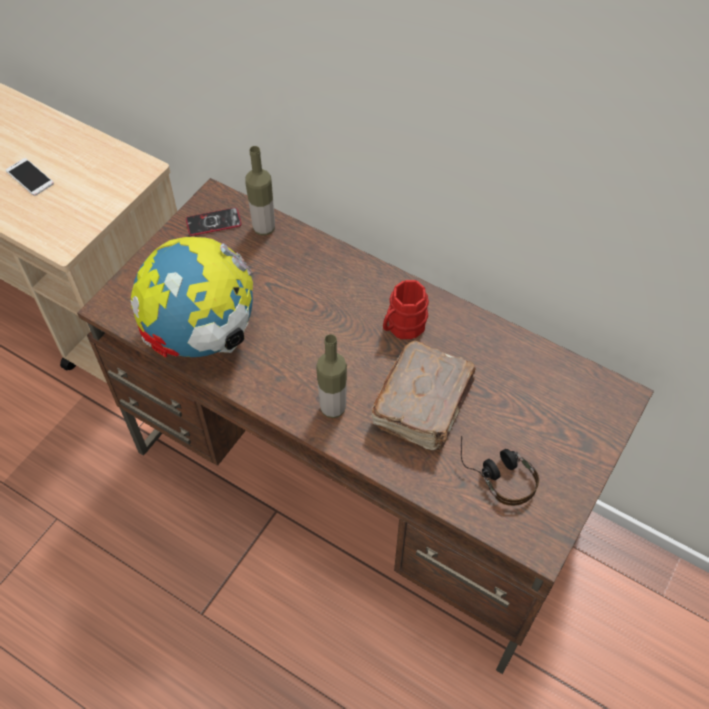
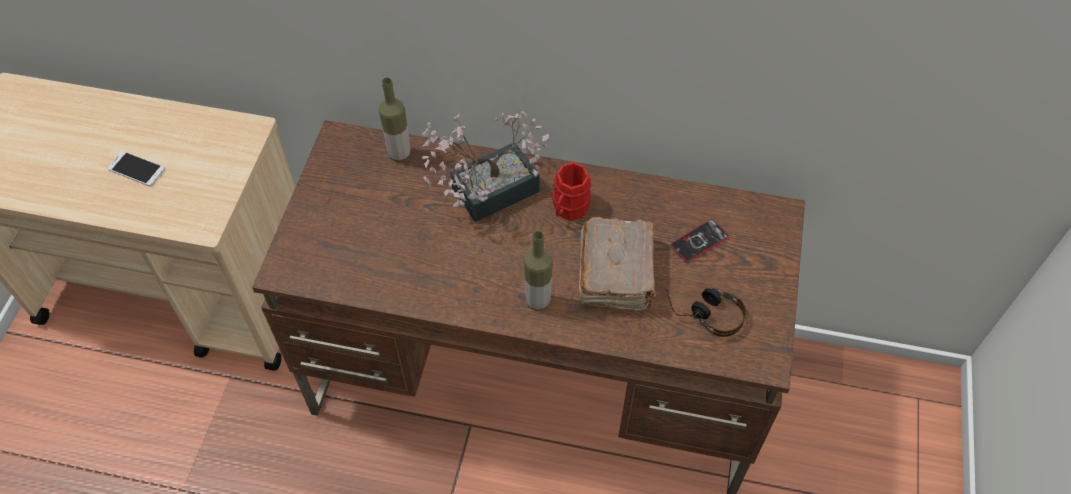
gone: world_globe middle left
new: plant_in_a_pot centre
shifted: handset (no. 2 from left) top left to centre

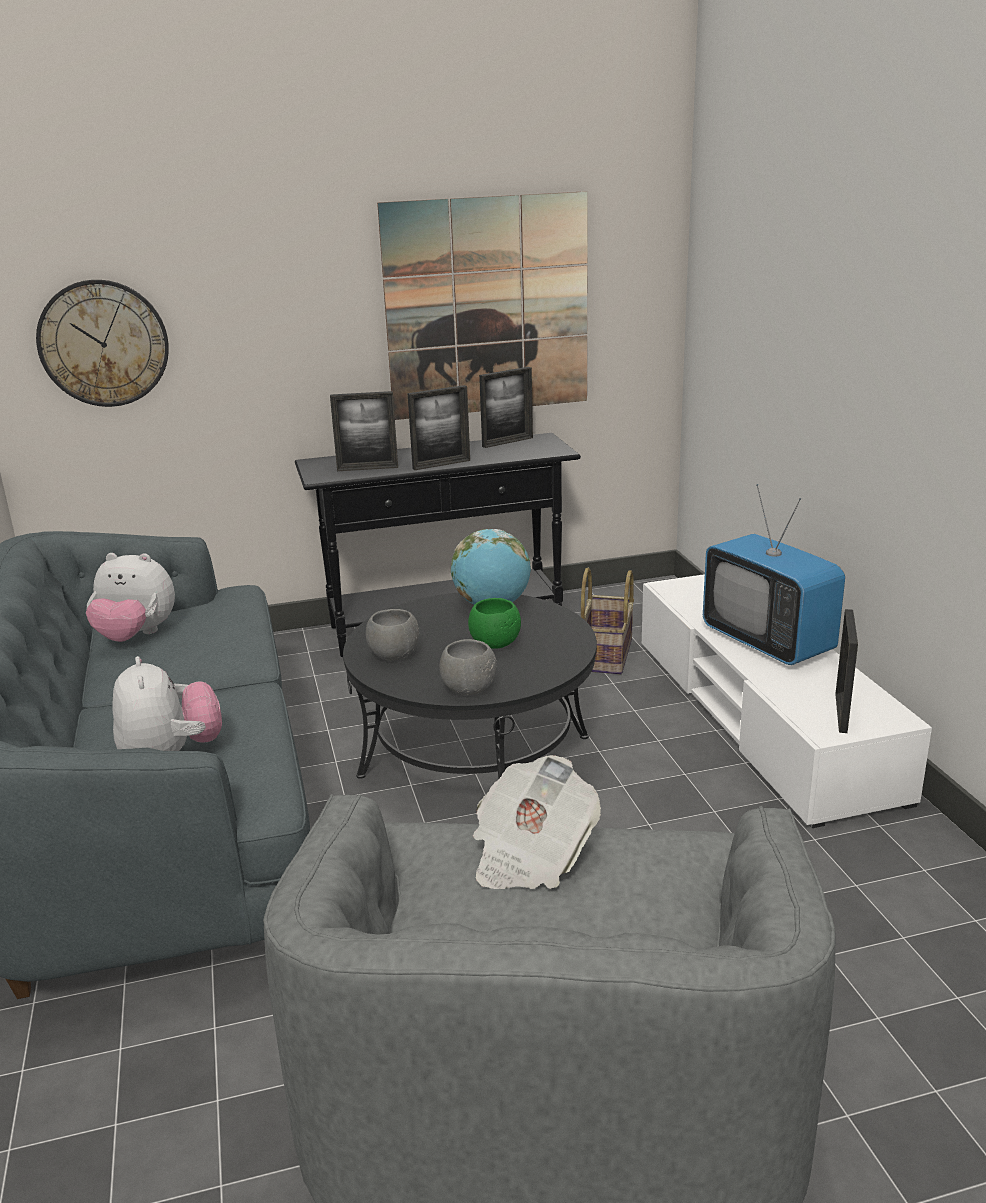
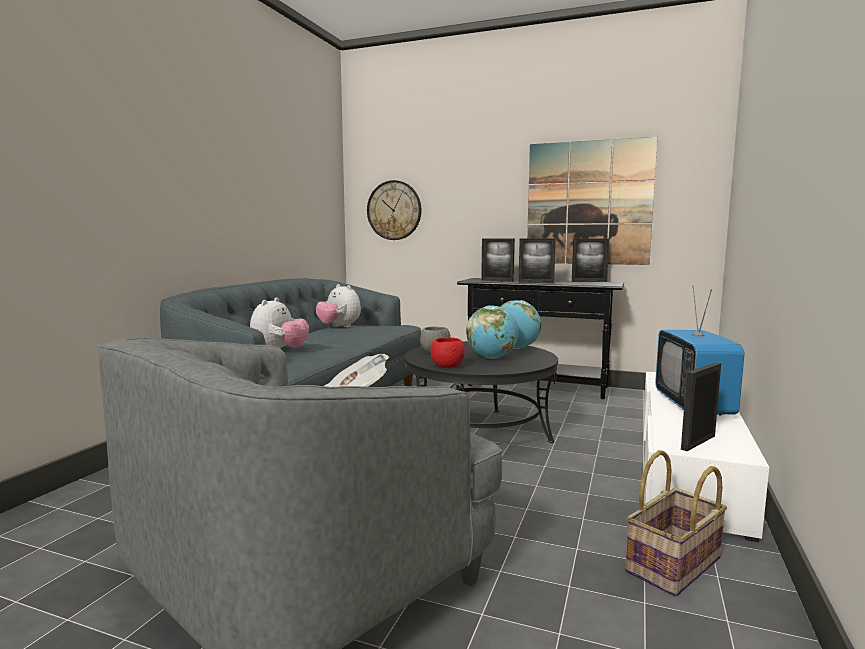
shifted: basket centre to bottom right
swapped: green_bowl centre to world_globe (no. 1 from left) centre
repainted: gray_bowl (no. 2 from left) centre to red_bowl centre

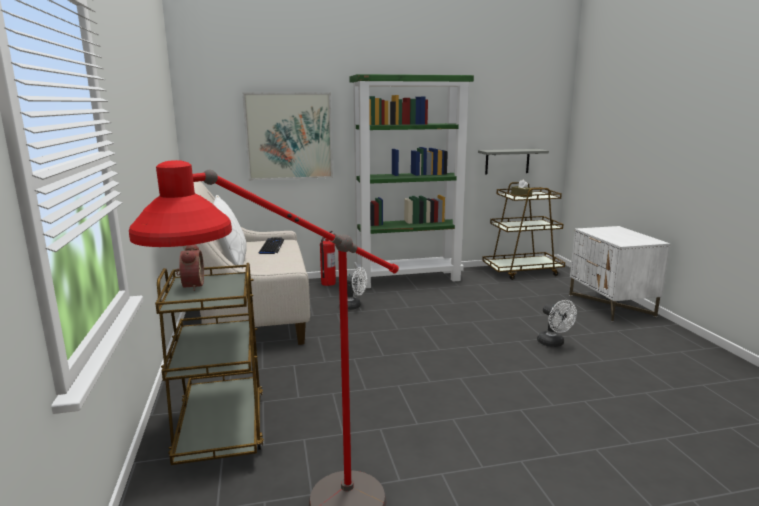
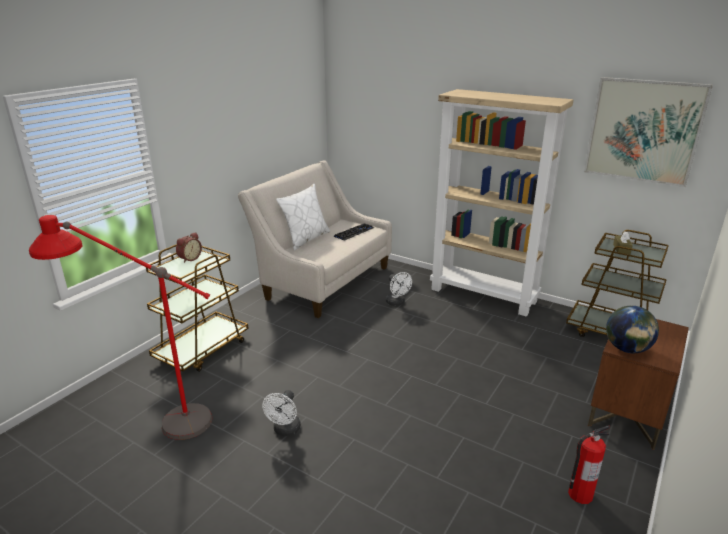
gone: gray_shelf top right
new: world_globe middle right
shifted: wall_picture top centre to top right; extinguisher centre to bottom right; white-coloured_fan (no. 2 from left in the first image) middle right to white-coloured_fan (no. 1 from left) bottom centre
repainted: green_bookcase centre to beige_bookcase middle right; white-coloured_nightstand middle right to brown_nightstand bottom right

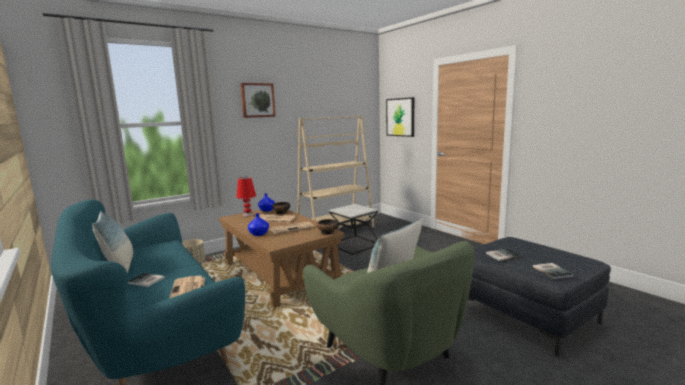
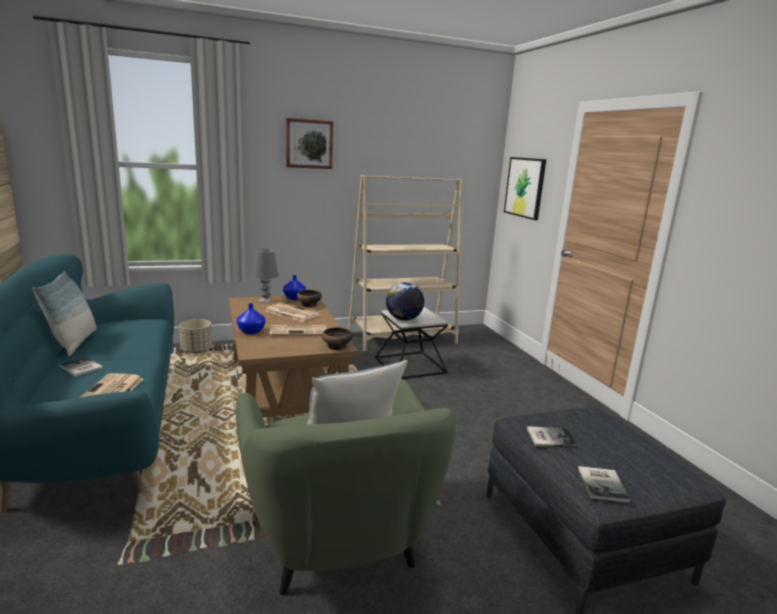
new: world_globe centre
repainted: red_lamp_for_a_table centre to gray_lamp_for_a_table centre

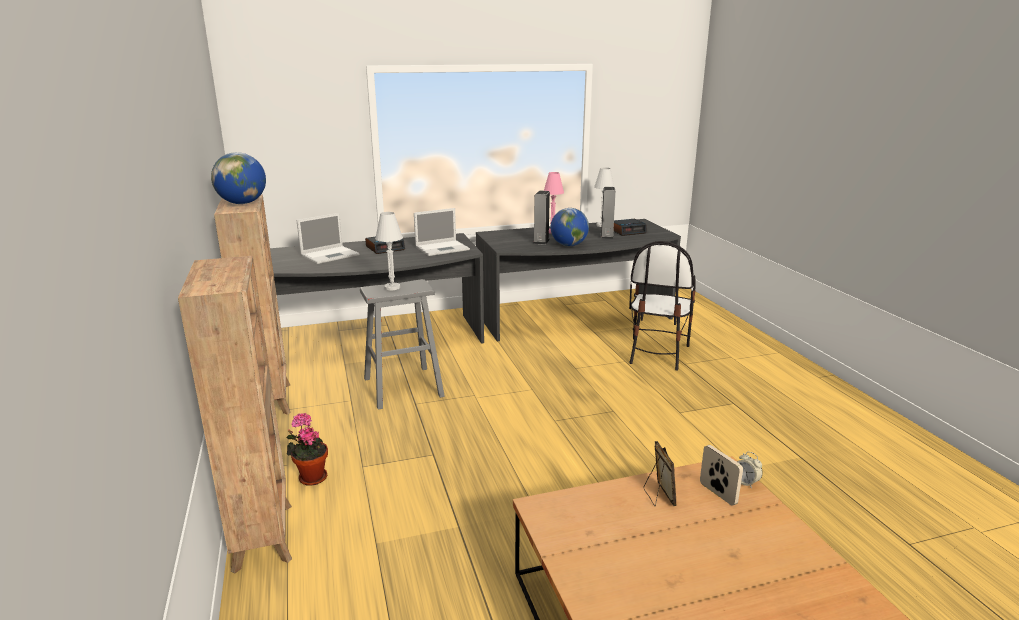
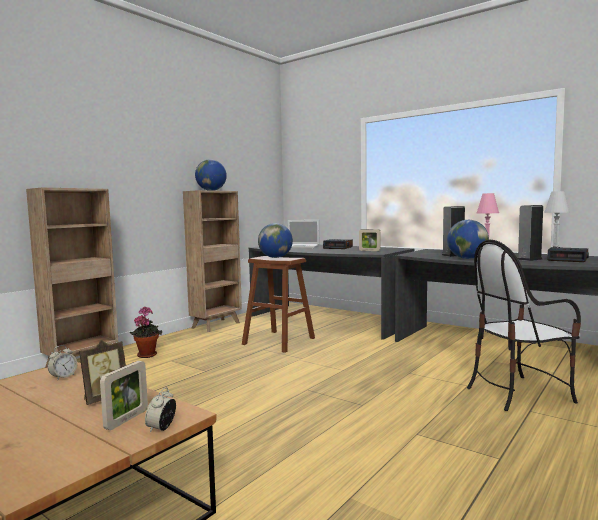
new: bedside_clock (no. 1 from left) bottom left
swapped: white-coloured_lamp_for_a_table (no. 1 from left) centre to world_globe (no. 2 from left) centre; portable_computer (no. 2 from left) centre to picture_frame (no. 3 from left) centre
repainted: gray_sitting_stool centre to brown_sitting_stool centre

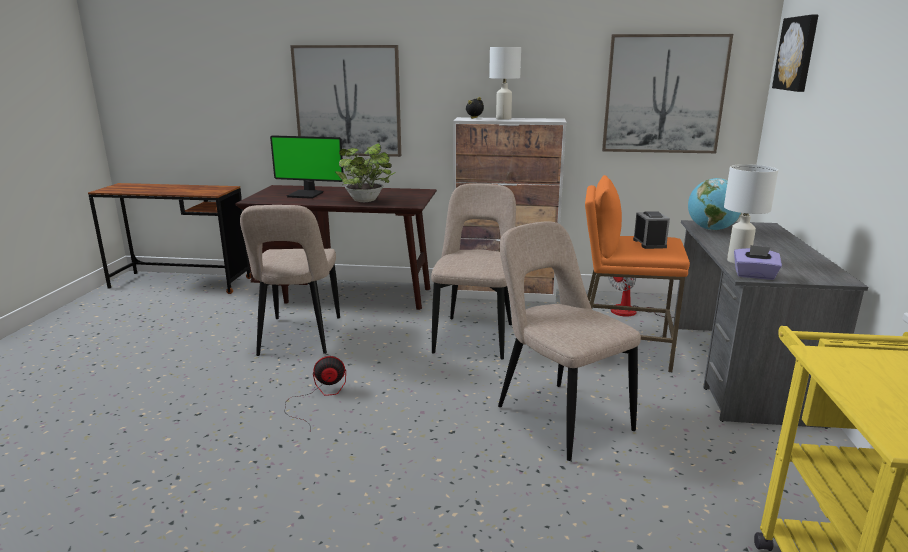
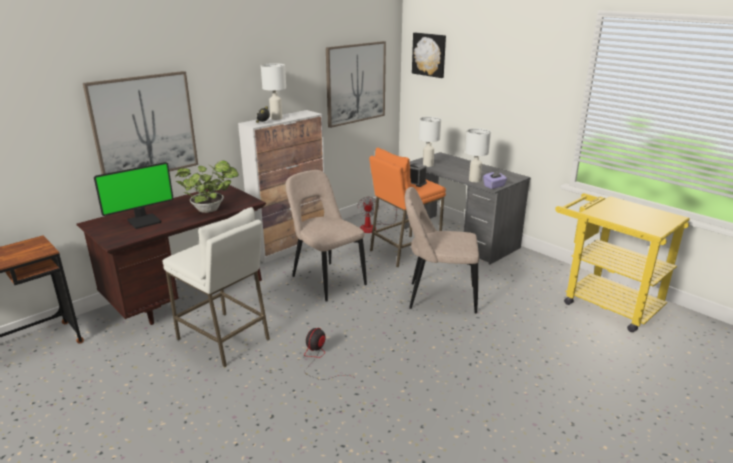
swapped: beige_chair (no. 1 from left) middle left to white-coloured_sitting_stool middle left; world_globe middle right to white-coloured_lamp_for_a_table (no. 2 from left) top centre

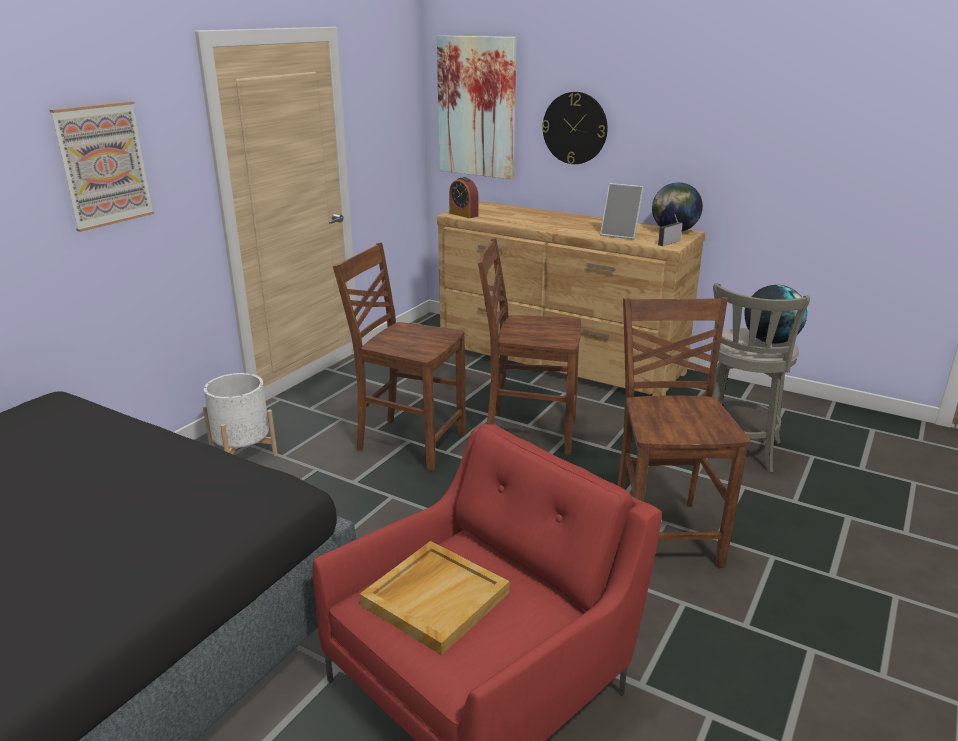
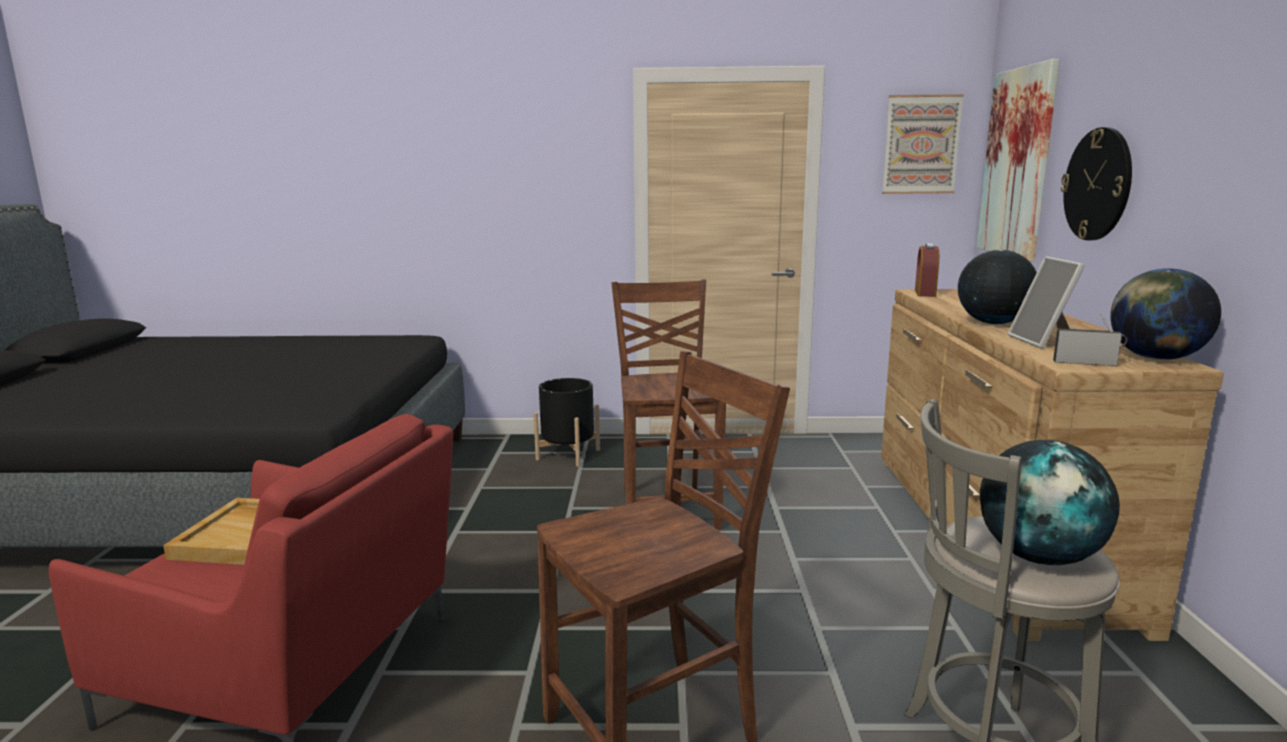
gone: brown_chair (no. 2 from left) centre
new: world_globe (no. 1 from left) middle right
shifted: wall_picture (no. 1 from left) top left to top right
repainted: white-coloured_planter middle left to blackish_planter centre

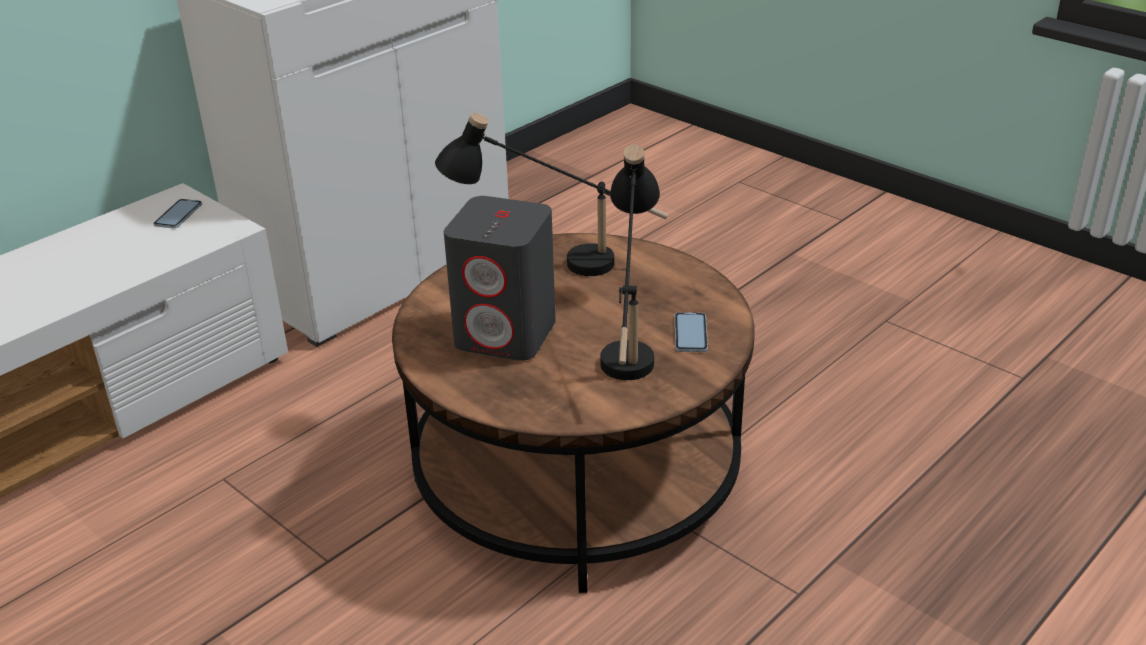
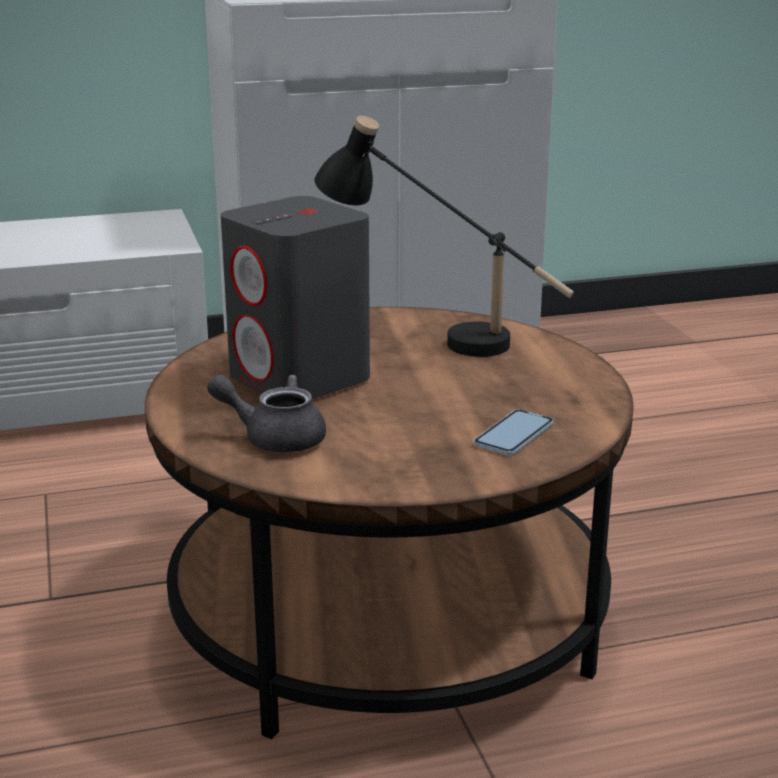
gone: handset (no. 1 from left) top left; blackish_lamp_for_a_table (no. 2 from left) centre
new: gray_teapot centre

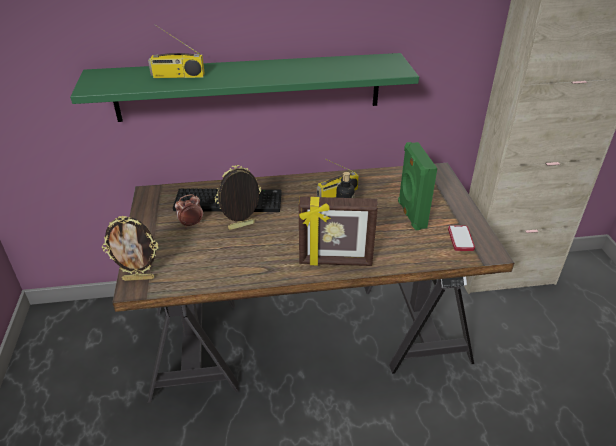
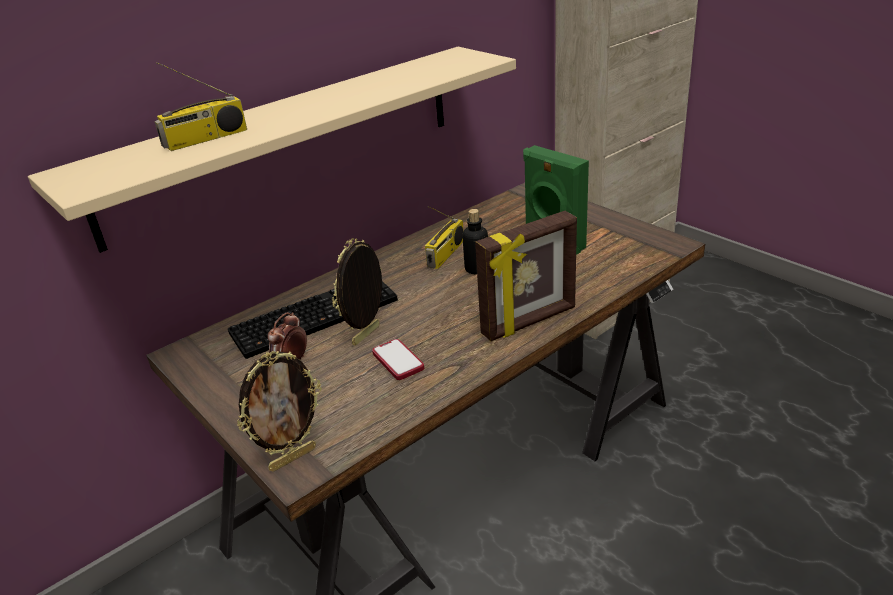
shifted: handset middle right to centre
repainted: green_shelf top centre to beige_shelf top left

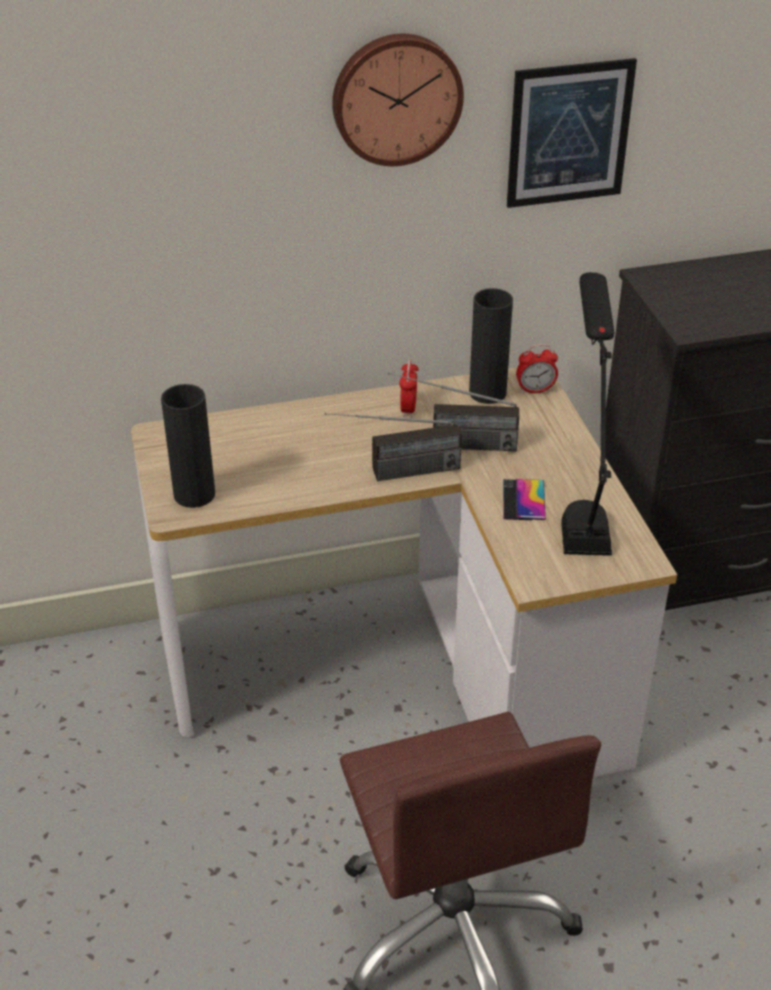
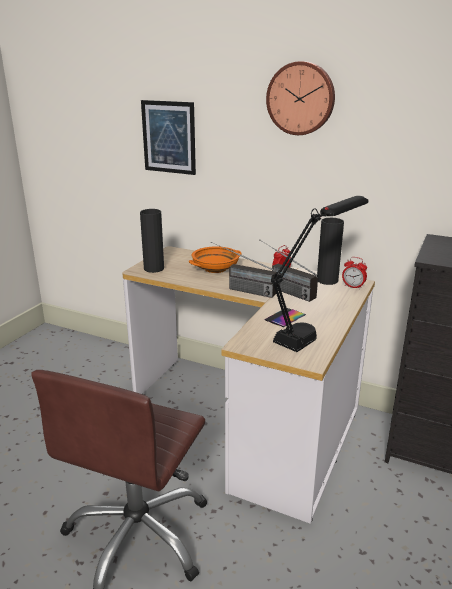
new: orange-coloured_bowl centre
shifted: wall_picture top right to top centre

